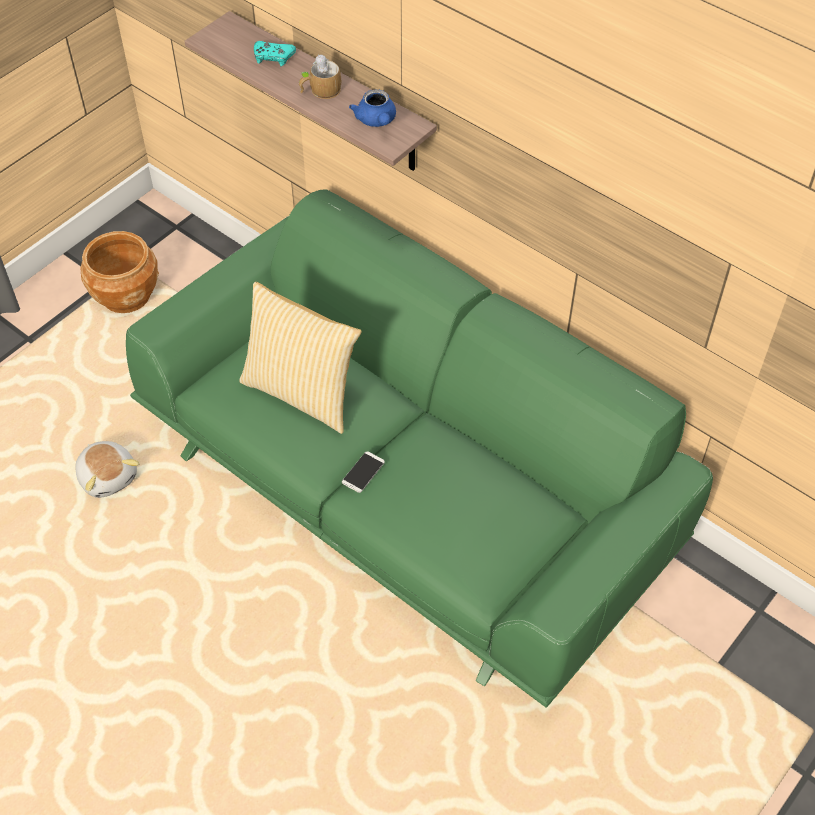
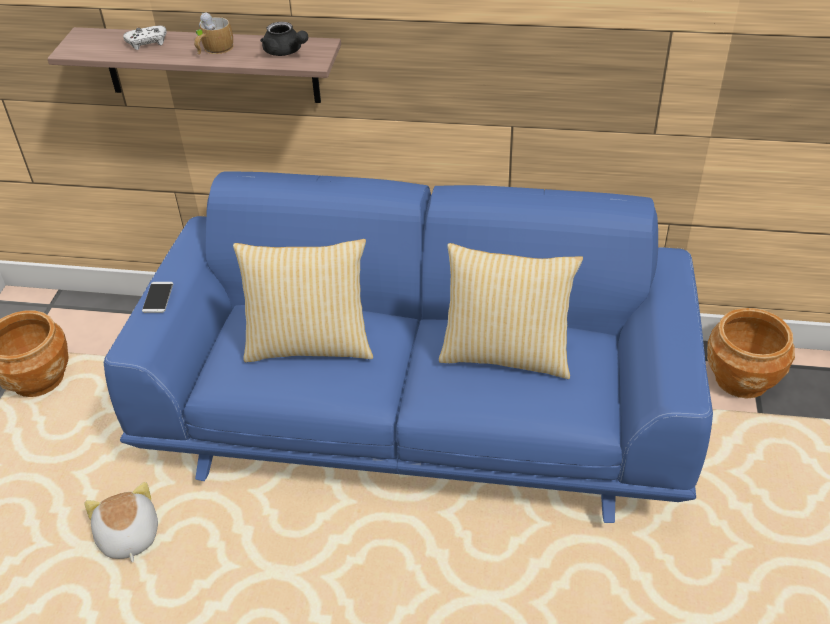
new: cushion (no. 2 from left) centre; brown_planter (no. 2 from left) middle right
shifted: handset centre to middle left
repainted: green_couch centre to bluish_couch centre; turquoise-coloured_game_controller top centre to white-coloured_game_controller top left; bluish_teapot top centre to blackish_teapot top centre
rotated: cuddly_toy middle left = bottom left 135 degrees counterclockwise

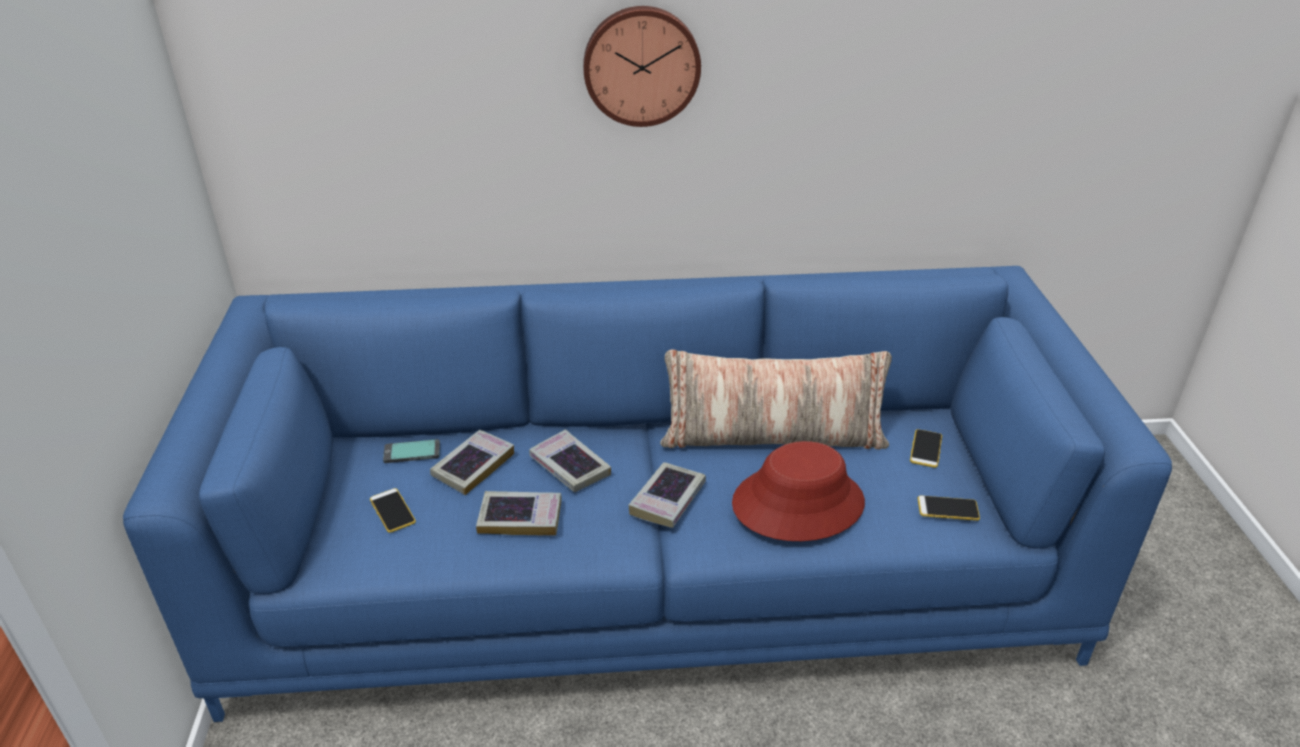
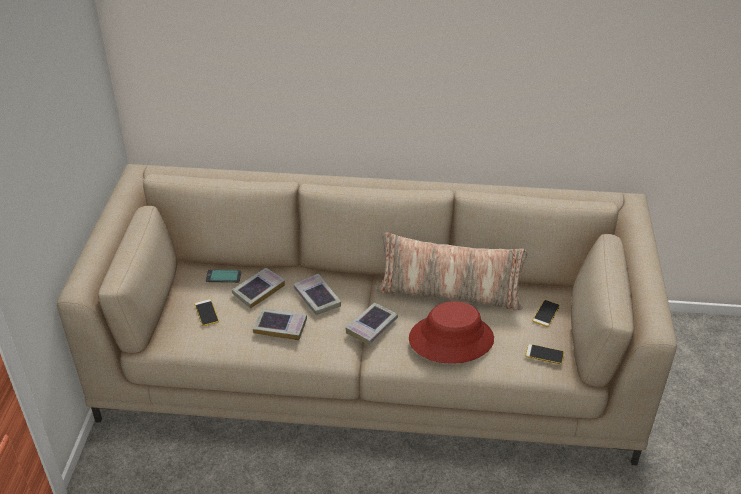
gone: wall_clock top centre
repainted: bluish_couch centre to beige_couch centre

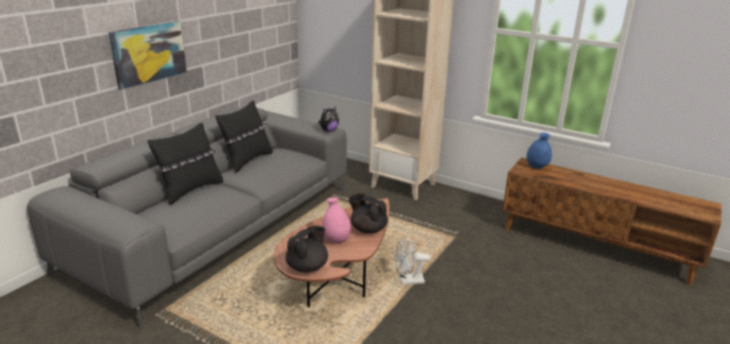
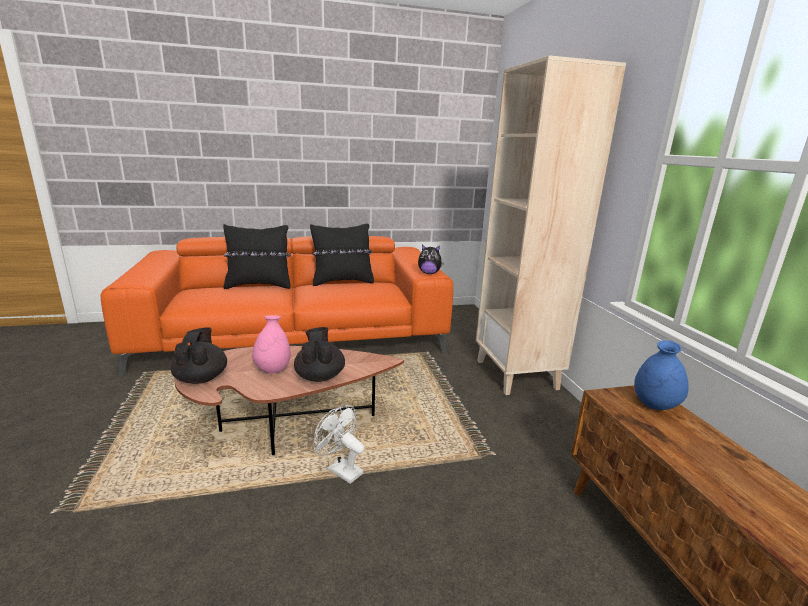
gone: wall_picture top left
repainted: gray_couch middle left to orange-coloured_couch centre
rotated: blackish_teapot (no. 1 from left) bottom centre = middle left 90 degrees counterclockwise

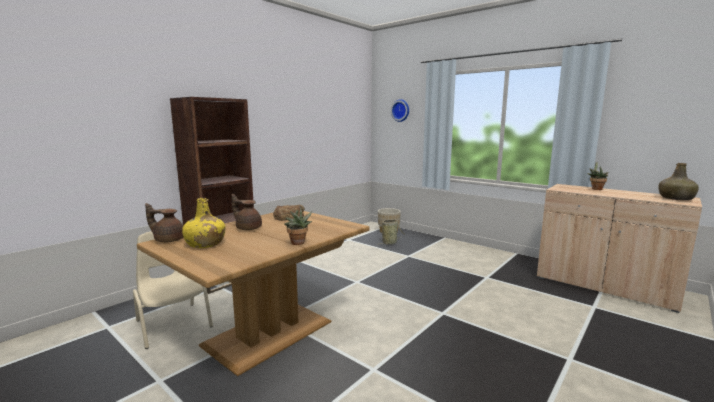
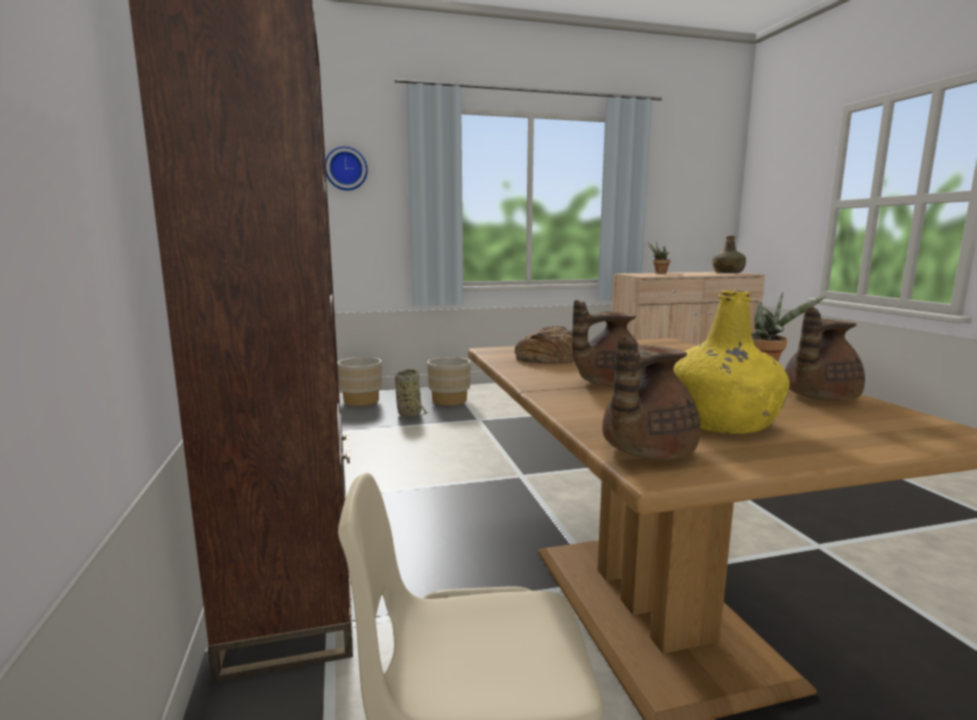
new: beige_planter (no. 2 from left) centre; brown_teapot (no. 3 from left) middle right

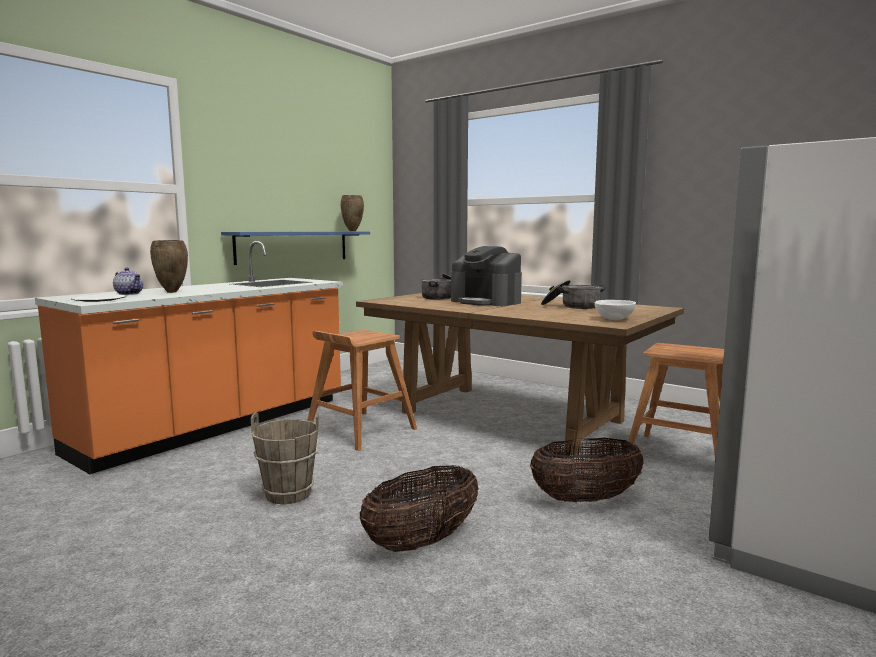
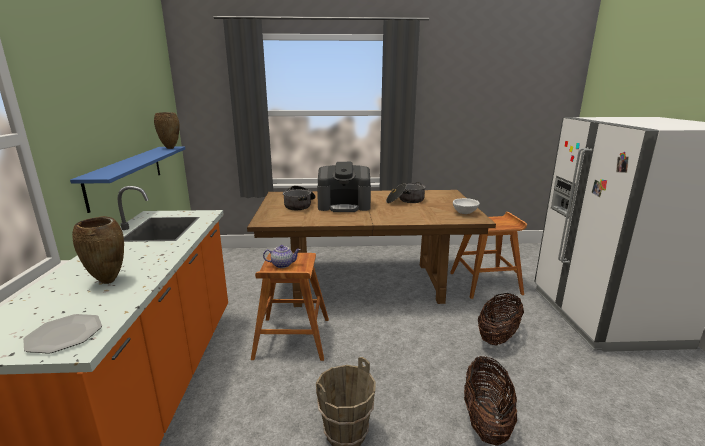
shifted: teapot middle left to centre

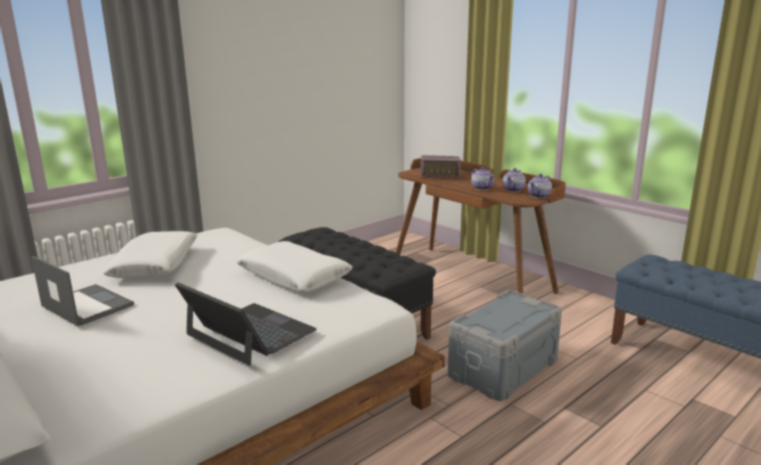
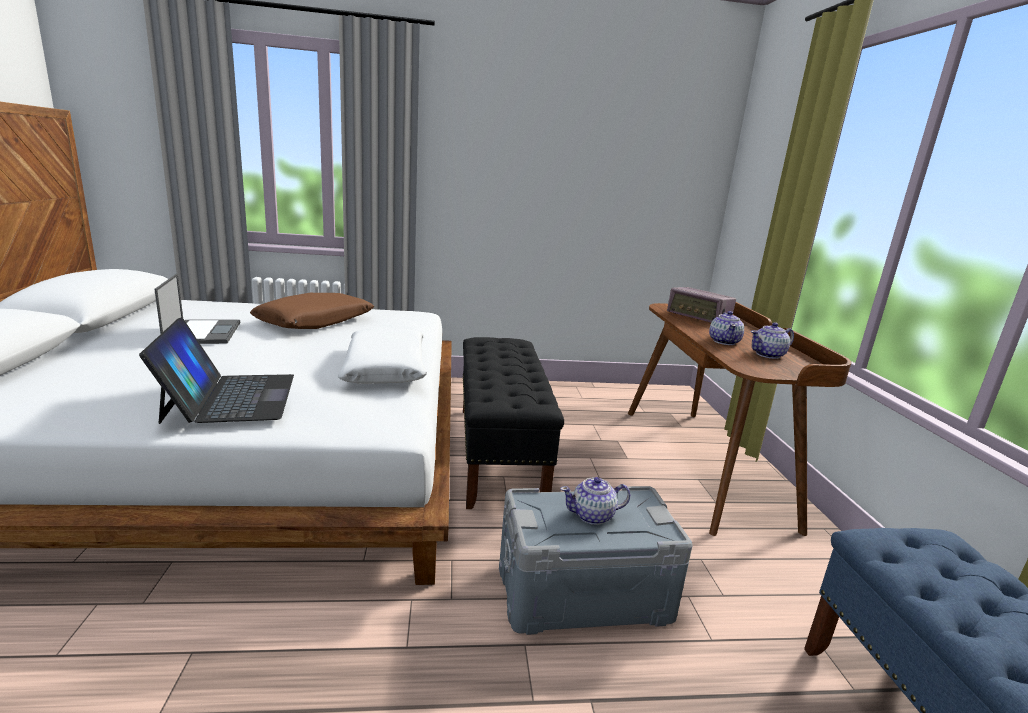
shifted: teapot (no. 3 from left in the first image) middle right to teapot (no. 1 from left) bottom centre
repainted: white-coloured_cushion (no. 1 from left) middle left to brown_cushion middle left

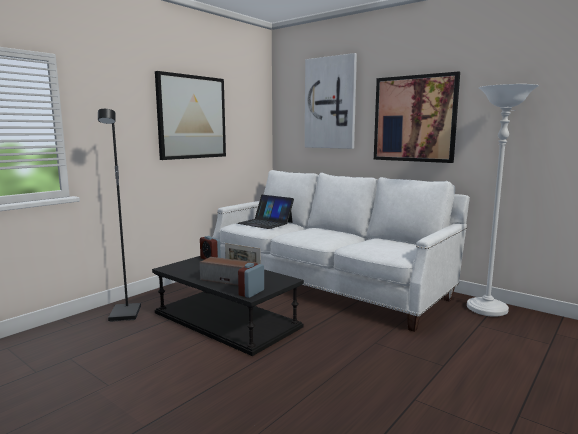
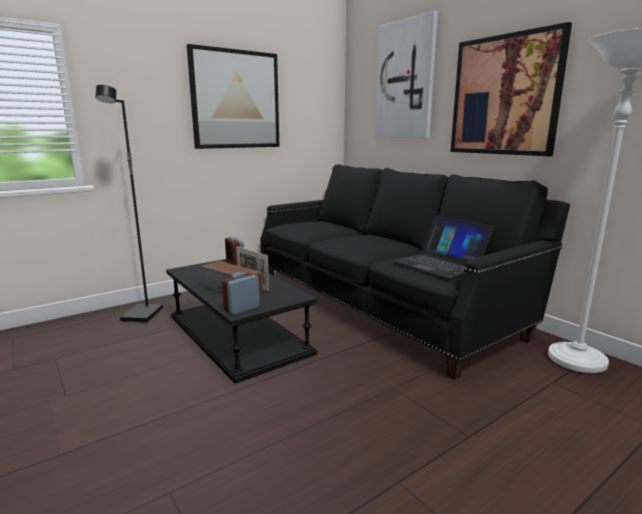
shifted: portable_computer centre to middle right
repainted: white-coloured_couch centre to blackish_couch centre

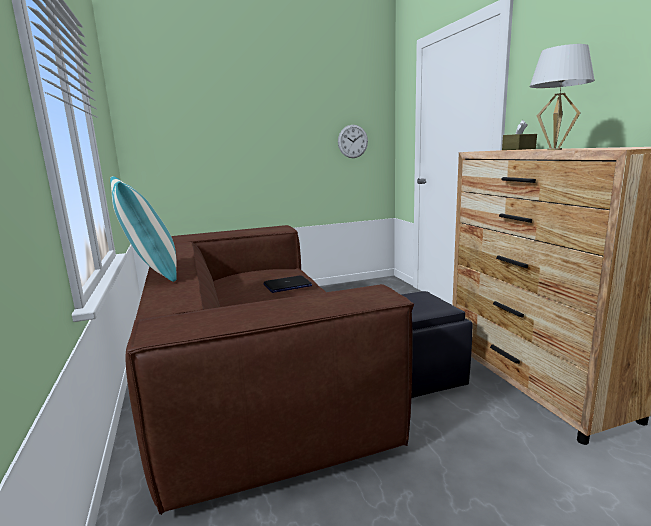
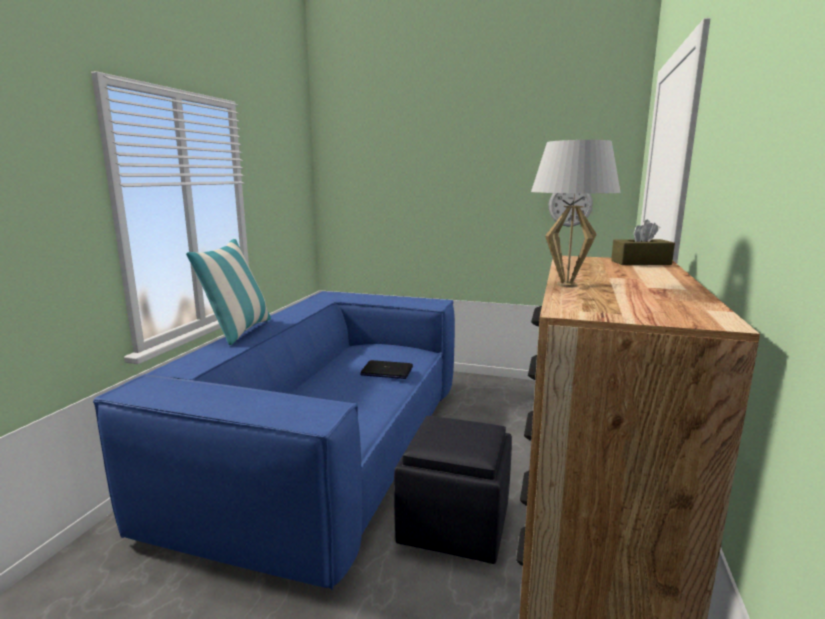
repainted: brown_couch bottom centre to bluish_couch bottom left

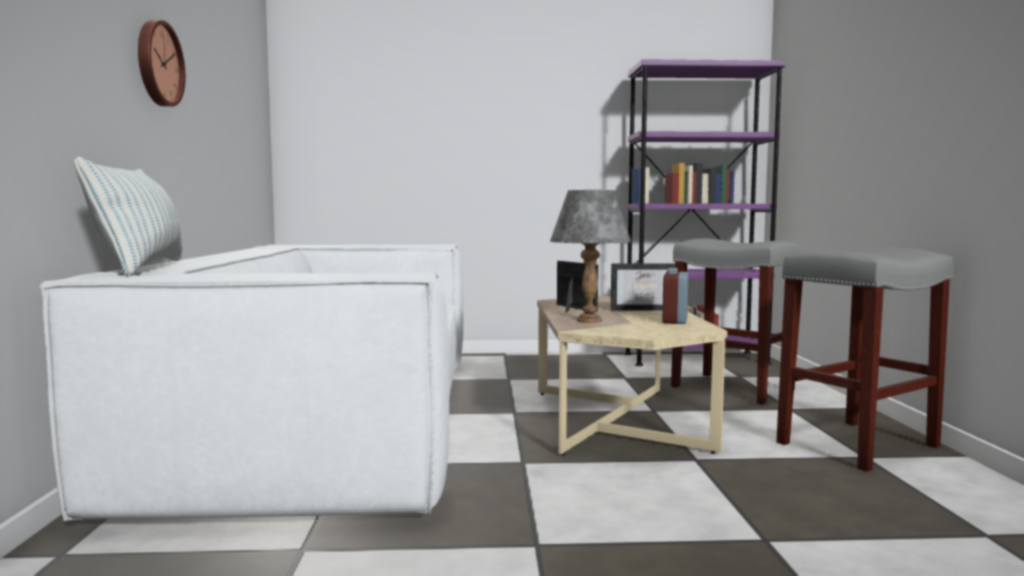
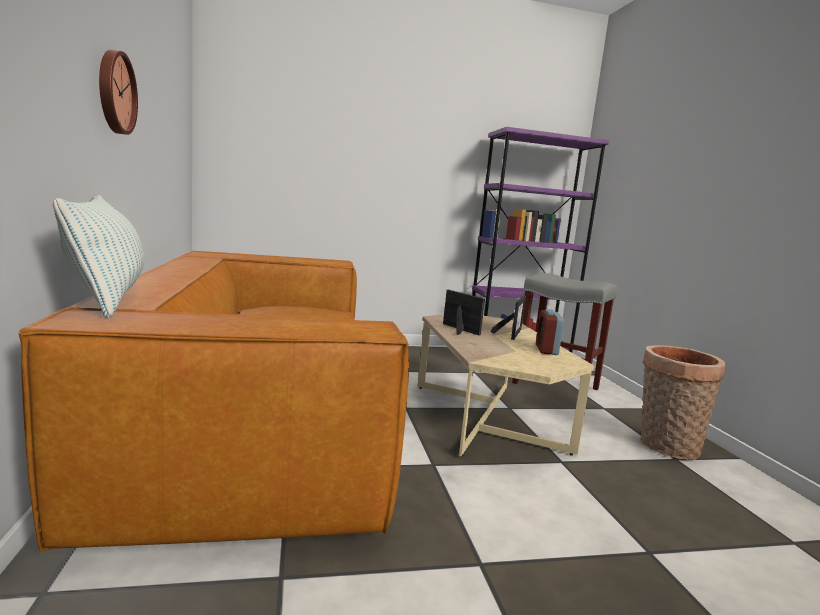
gone: gray_lamp_for_a_table centre
swapped: gray_sitting_stool (no. 2 from left) middle right to basket middle right
repainted: white-coloured_couch middle left to brown_couch middle left
rotated: picture_frame (no. 2 from left) centre = centre 60 degrees counterclockwise

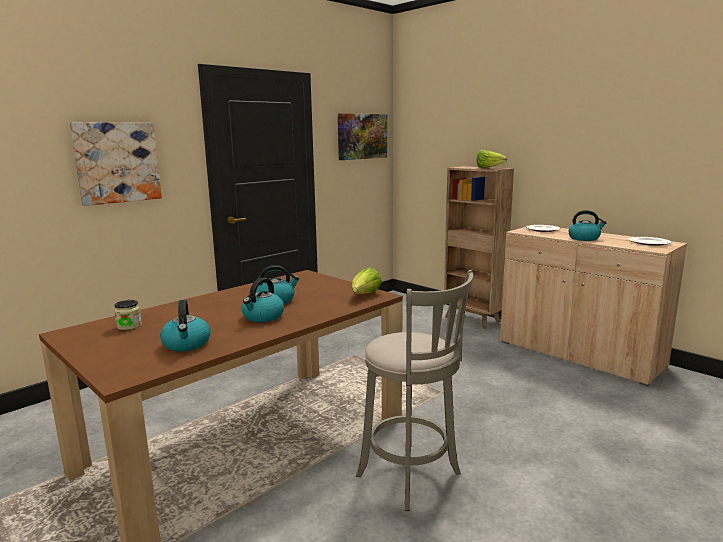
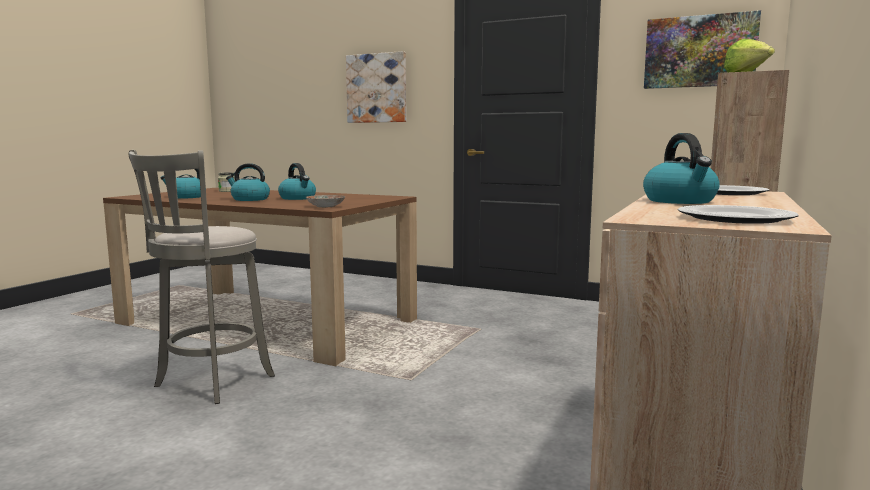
swapped: head_of_lettuce (no. 1 from left) centre to plate (no. 1 from left) centre

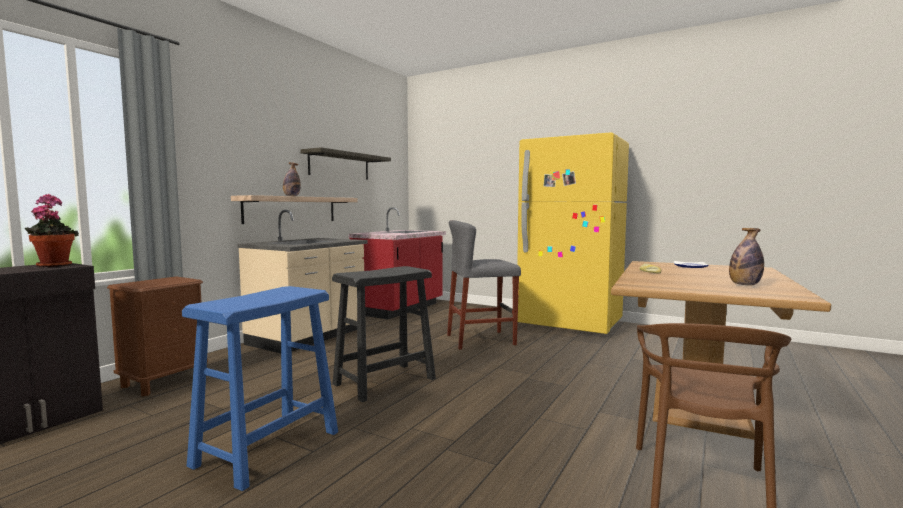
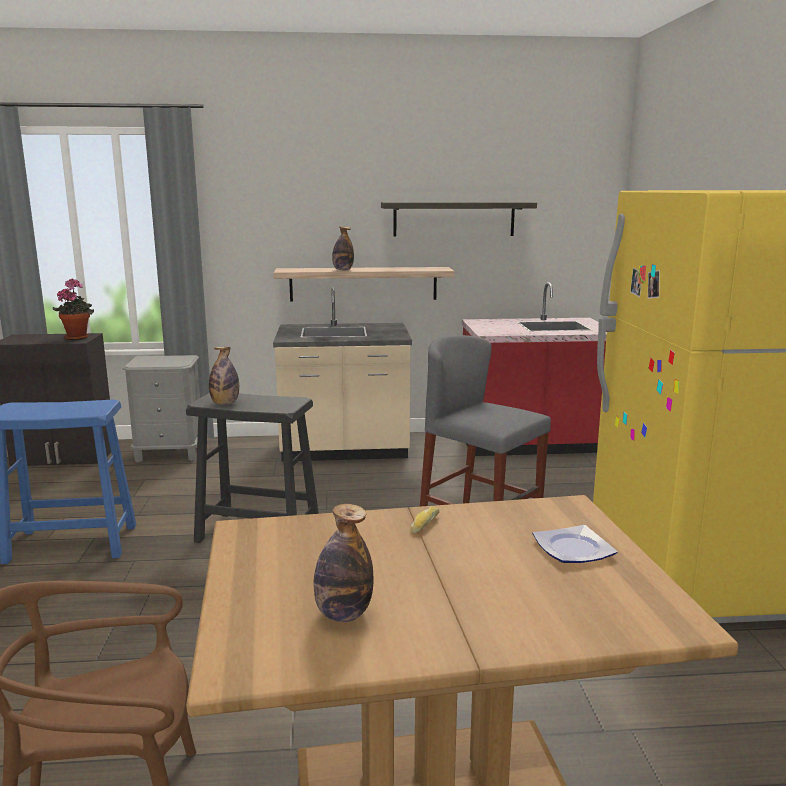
new: beverage_bottle (no. 1 from left) middle left
repainted: brown_nightstand middle left to gray_nightstand middle left

